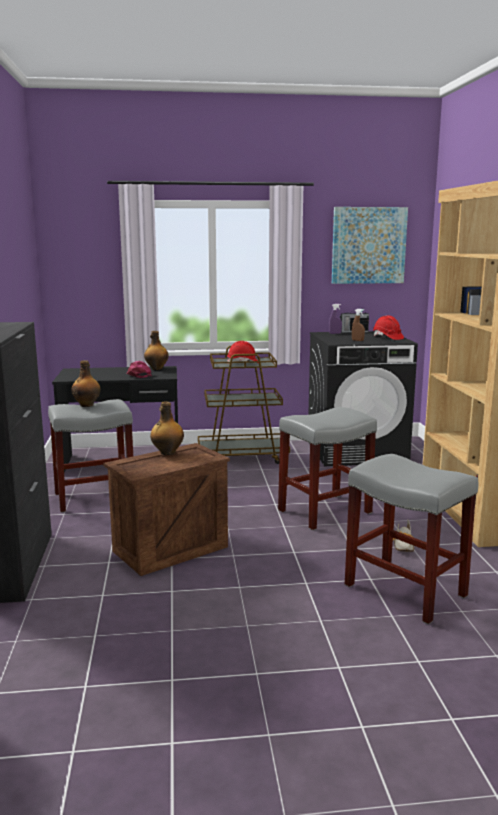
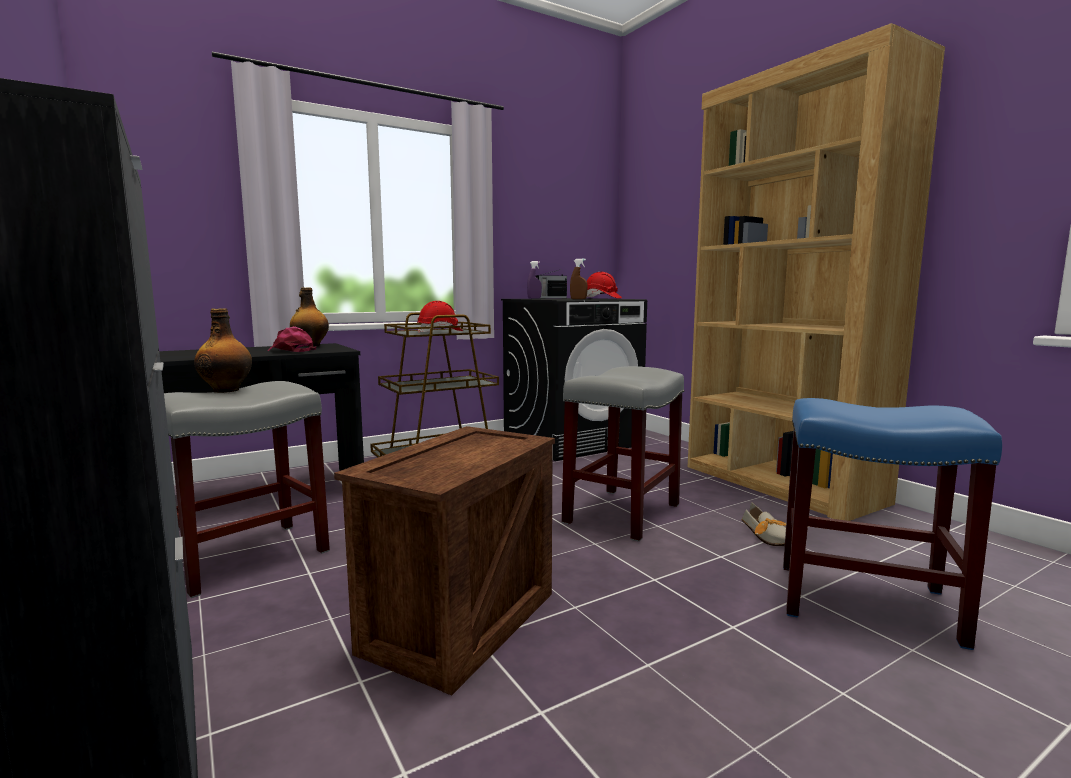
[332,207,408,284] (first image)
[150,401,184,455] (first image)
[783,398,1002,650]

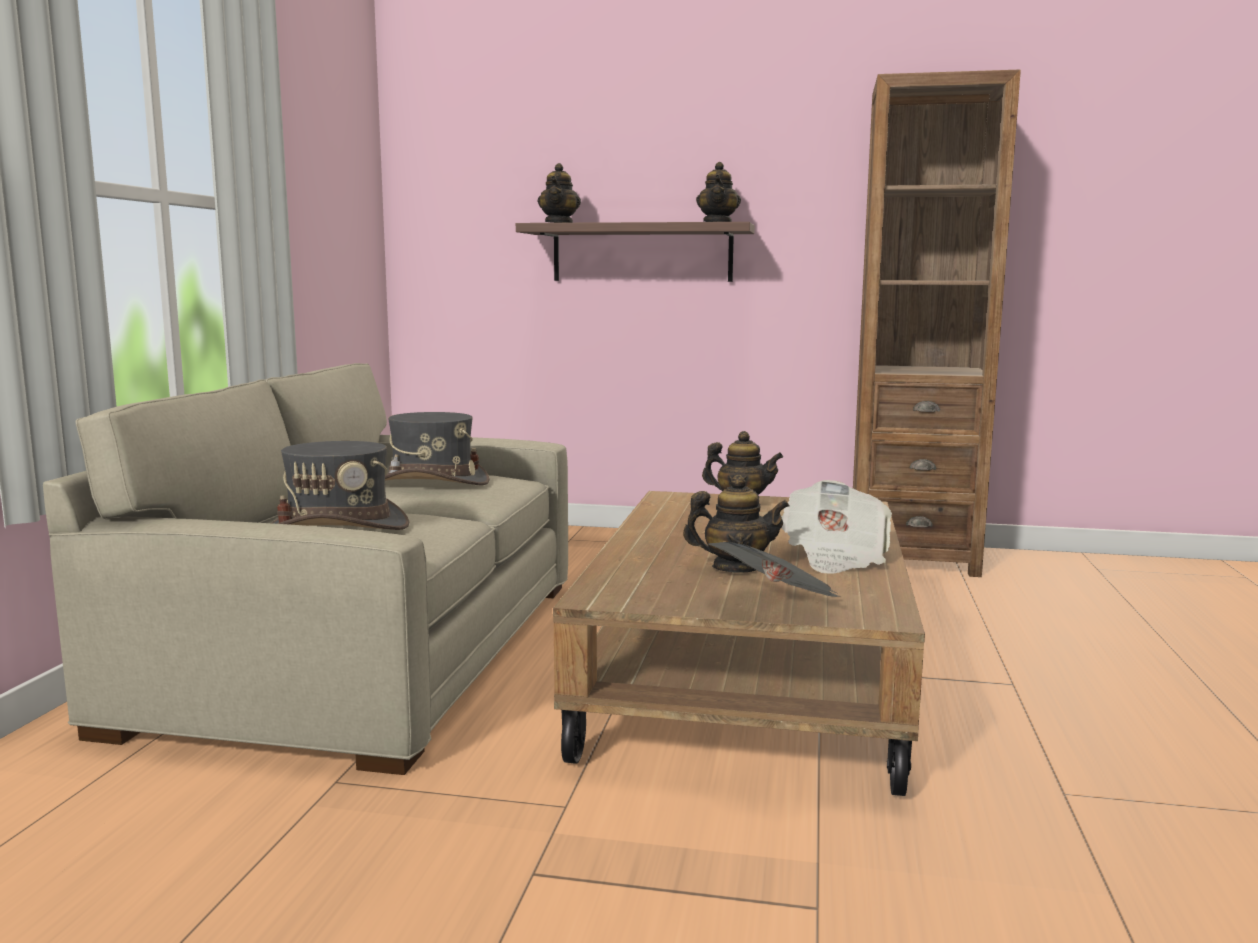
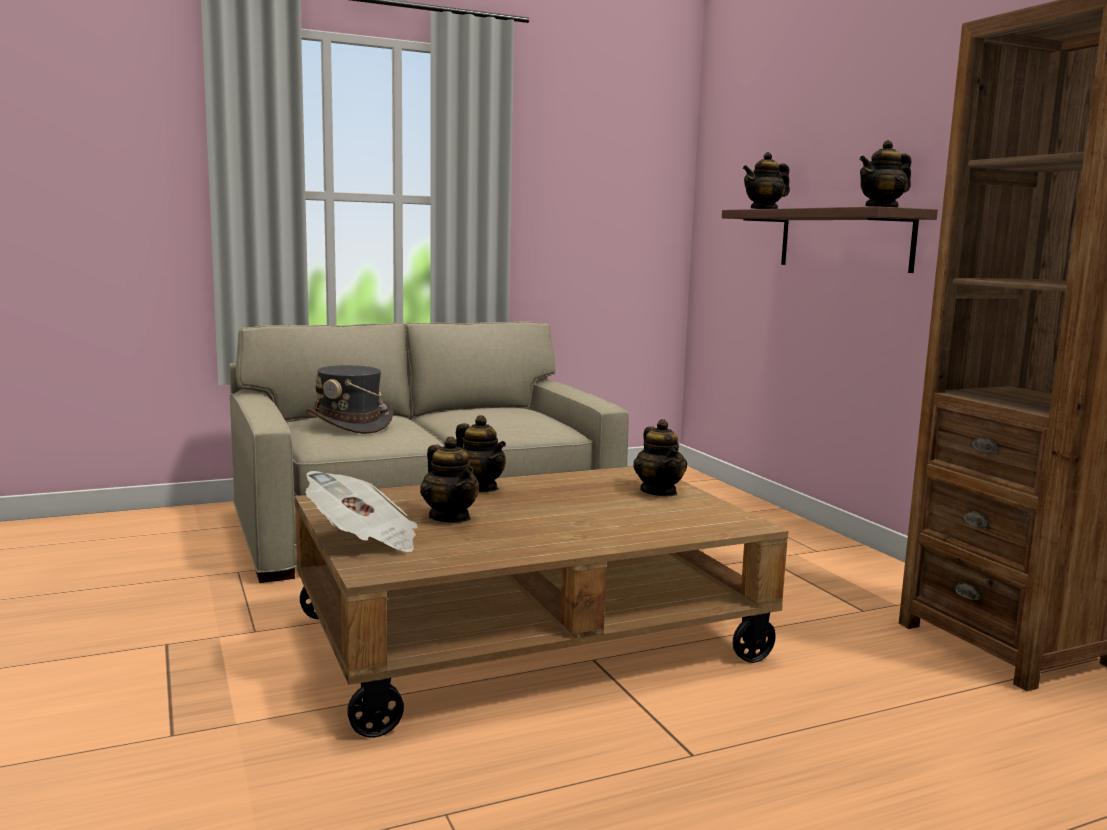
[385,412,490,485] (first image)
[781,480,892,574] (first image)
[456,415,506,492]

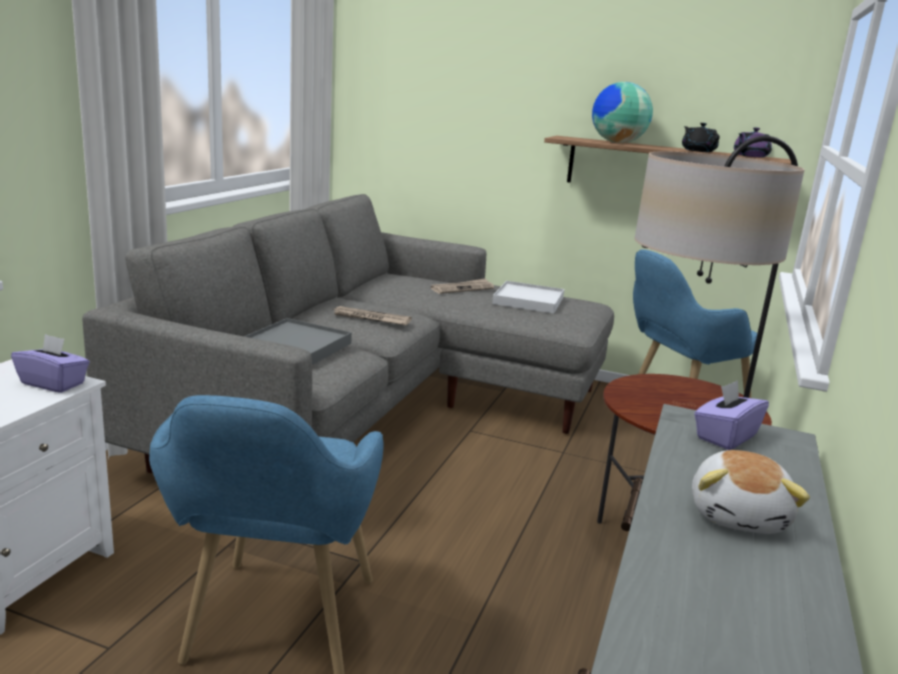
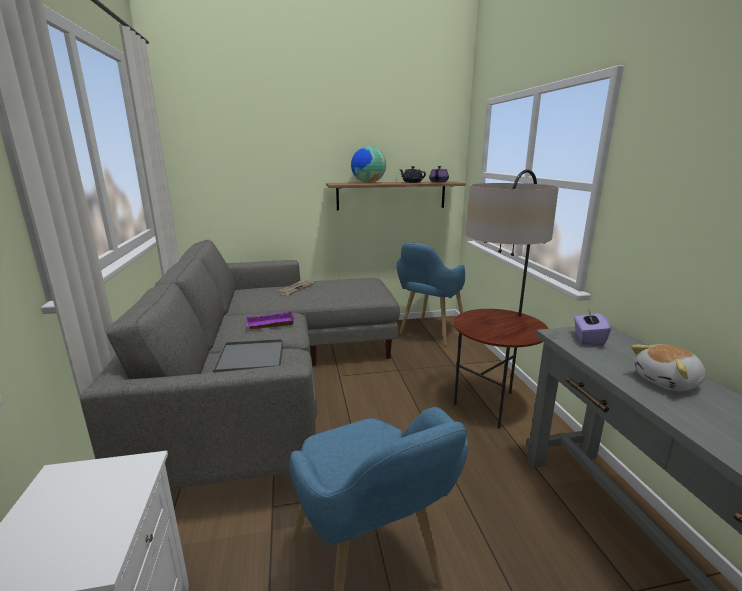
[492,281,564,314] (first image)
[246,311,296,329]
[11,334,90,393] (first image)
[631,344,706,391]

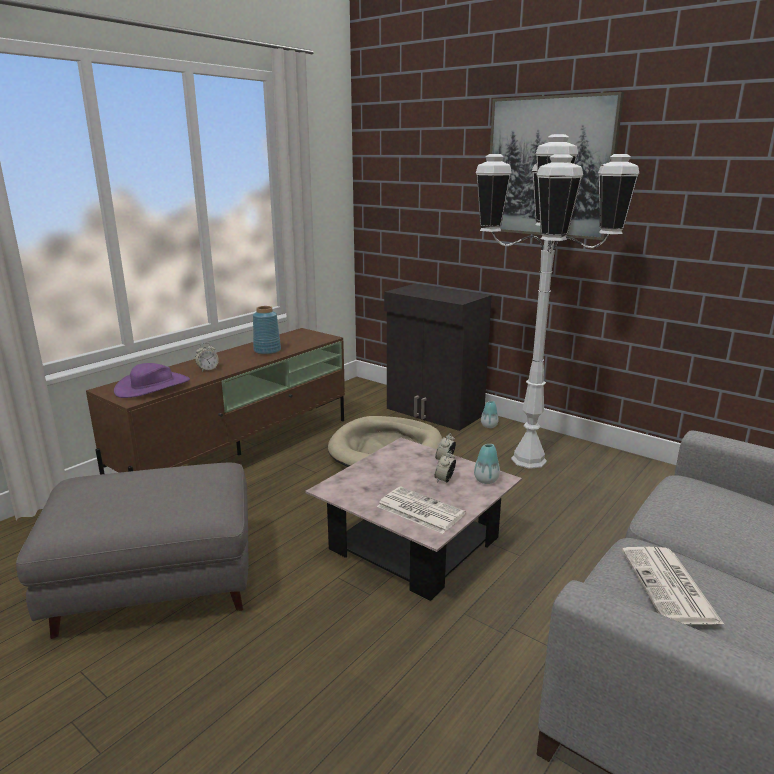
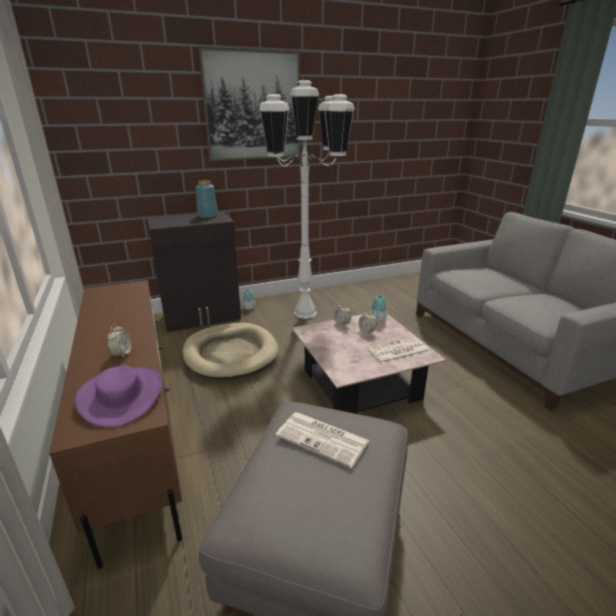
[196,180,218,218]
[276,412,370,468]

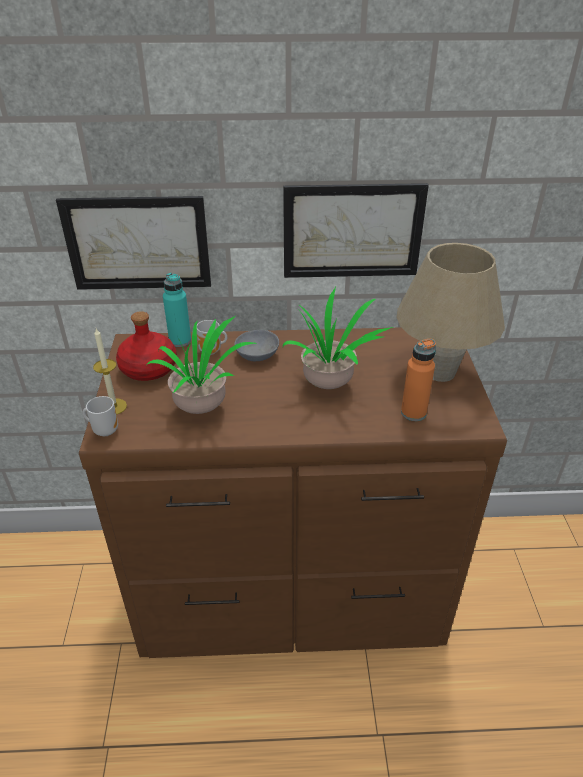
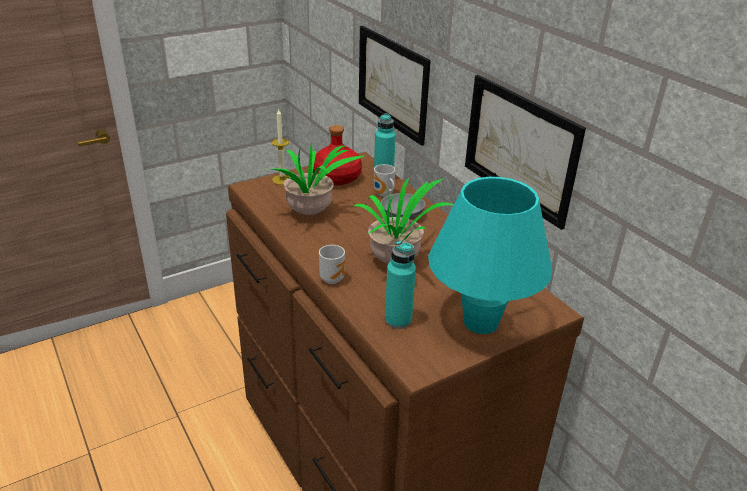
[428,177,552,334]
[385,240,416,329]
[319,245,345,284]

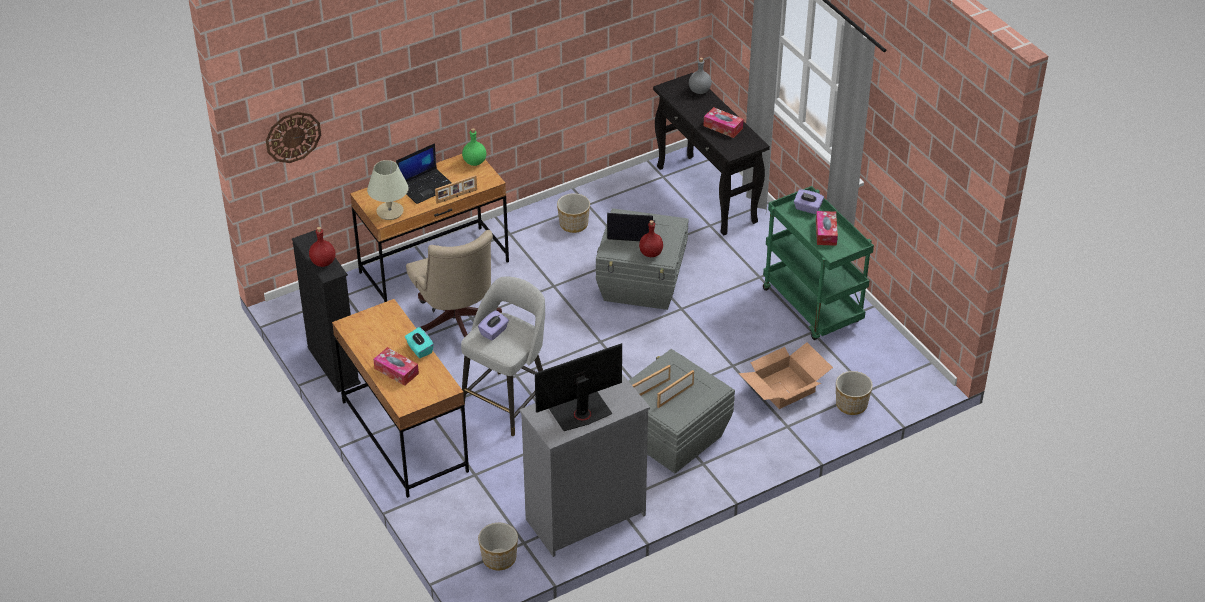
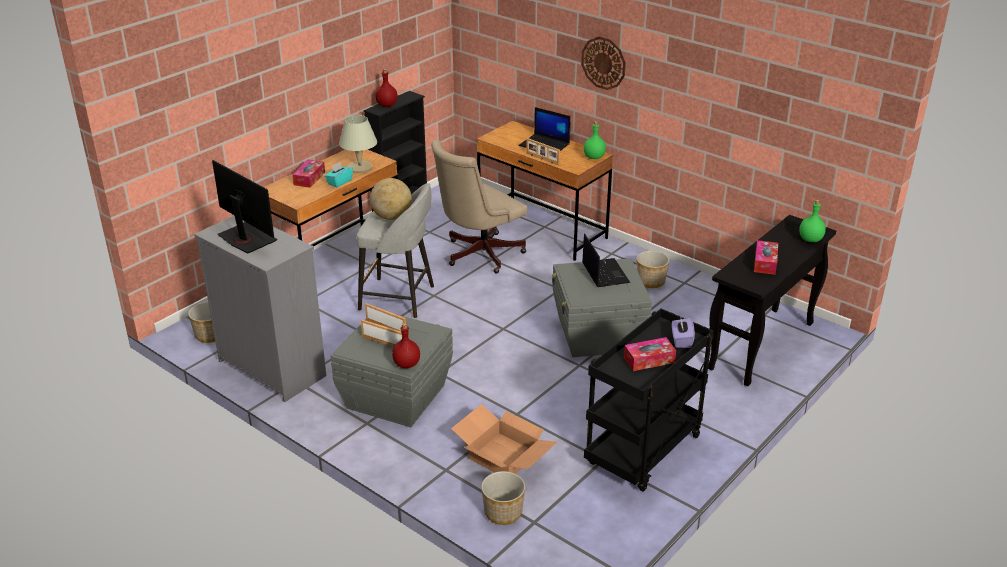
[799,200,826,242]
[581,37,626,90]
[339,115,377,173]
[584,309,714,492]
[392,323,420,368]
[370,178,412,220]

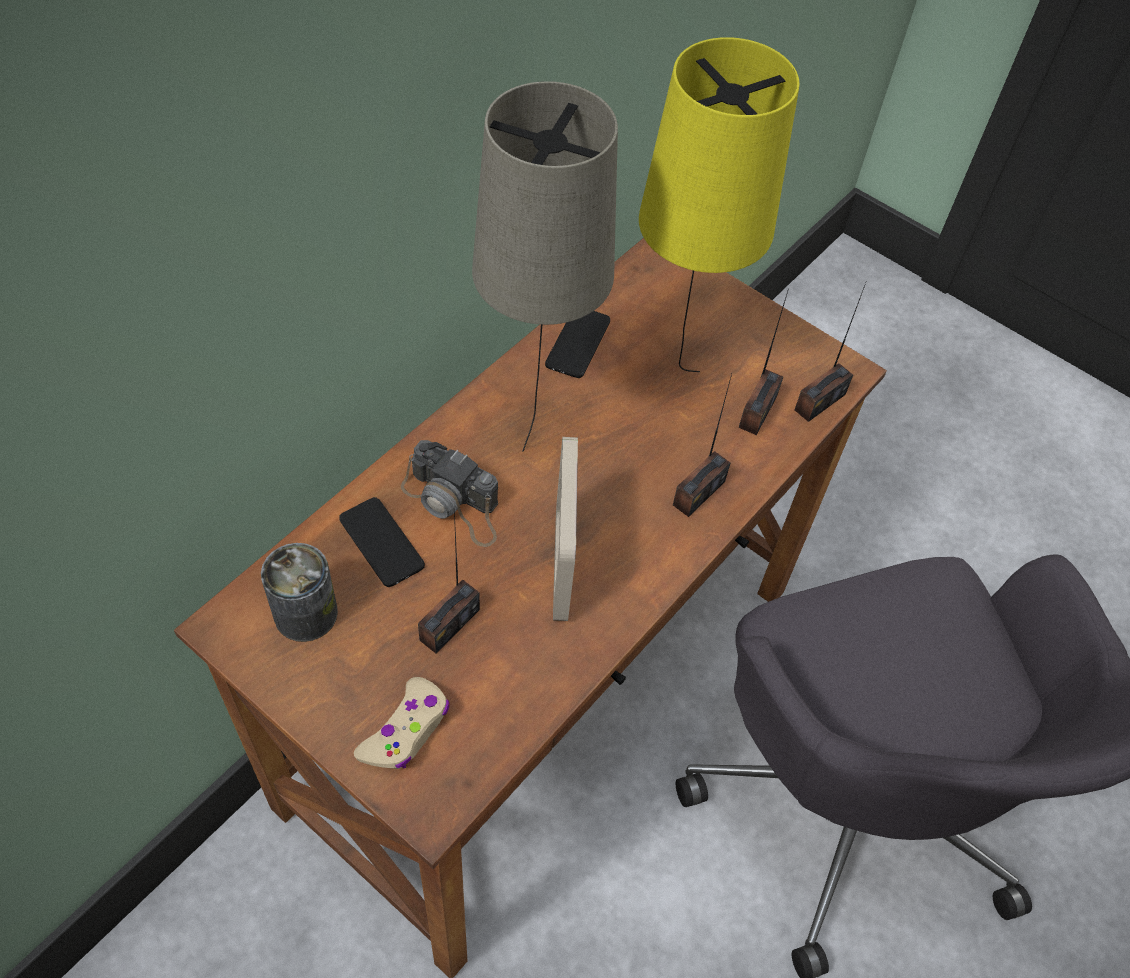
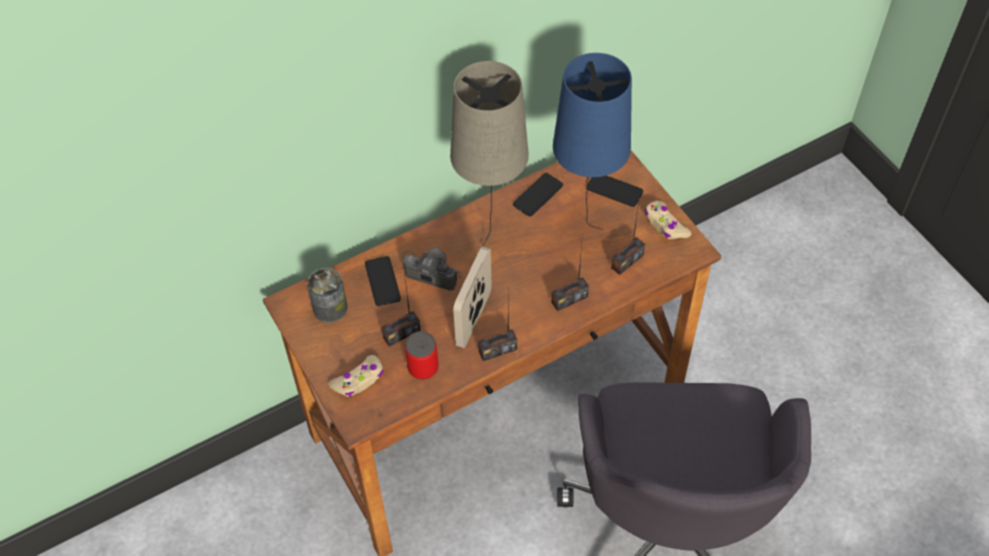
[553,53,632,230]
[478,303,517,361]
[402,248,463,291]
[586,176,643,207]
[645,201,692,239]
[405,331,439,380]

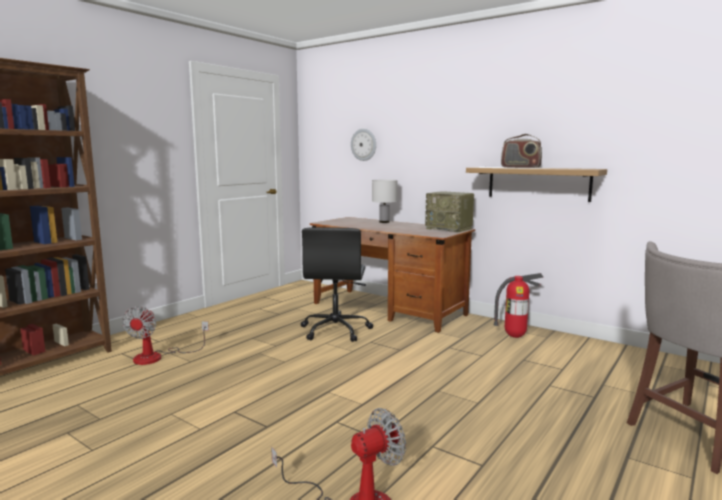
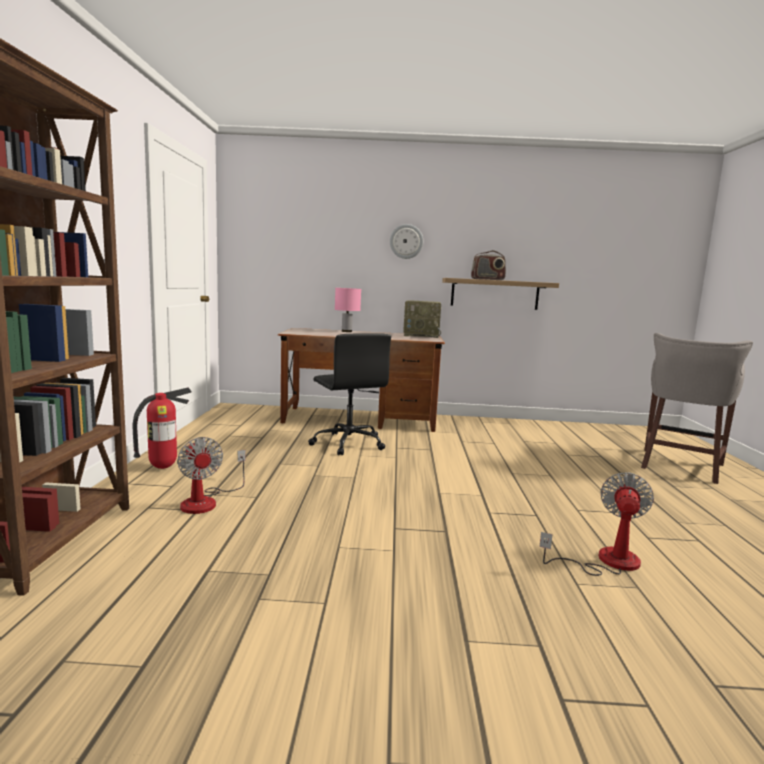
[390,224,423,259]
[335,288,361,332]
[133,387,192,469]

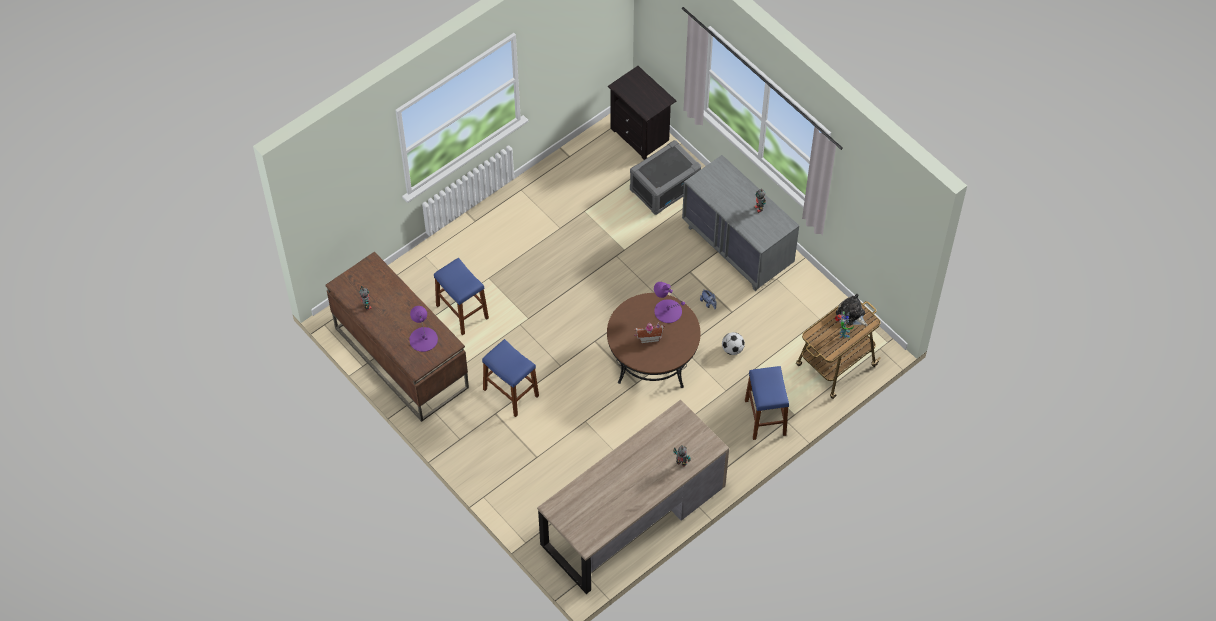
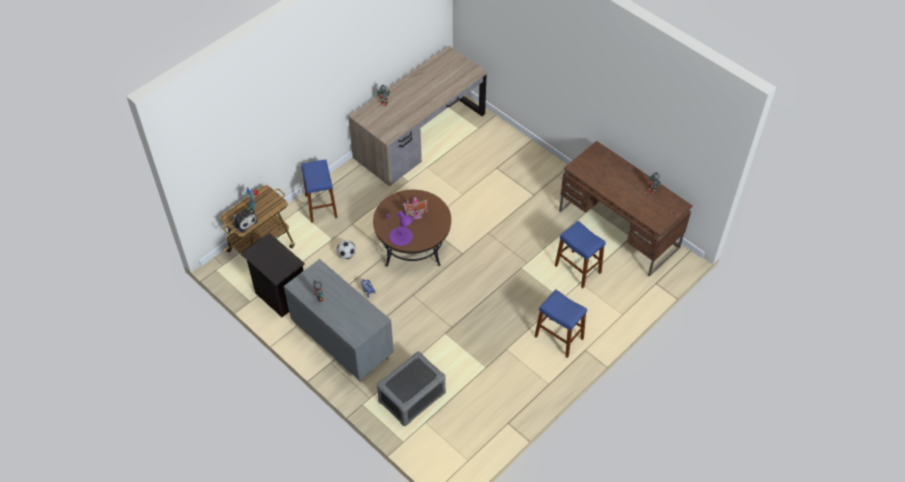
[241,233,305,317]
[409,306,438,352] (first image)
[534,289,587,358]

